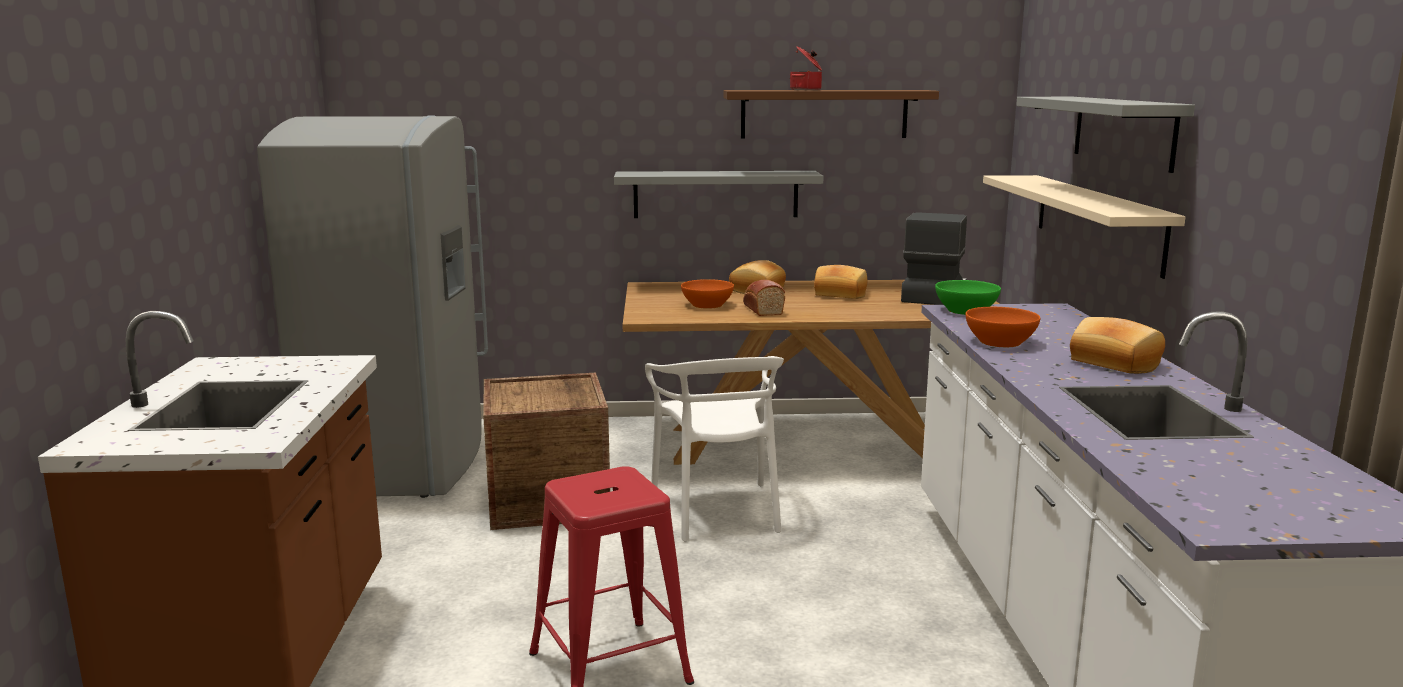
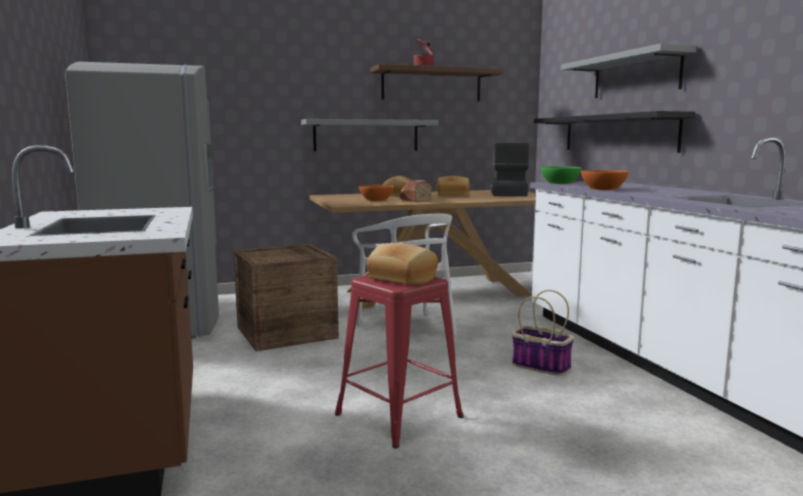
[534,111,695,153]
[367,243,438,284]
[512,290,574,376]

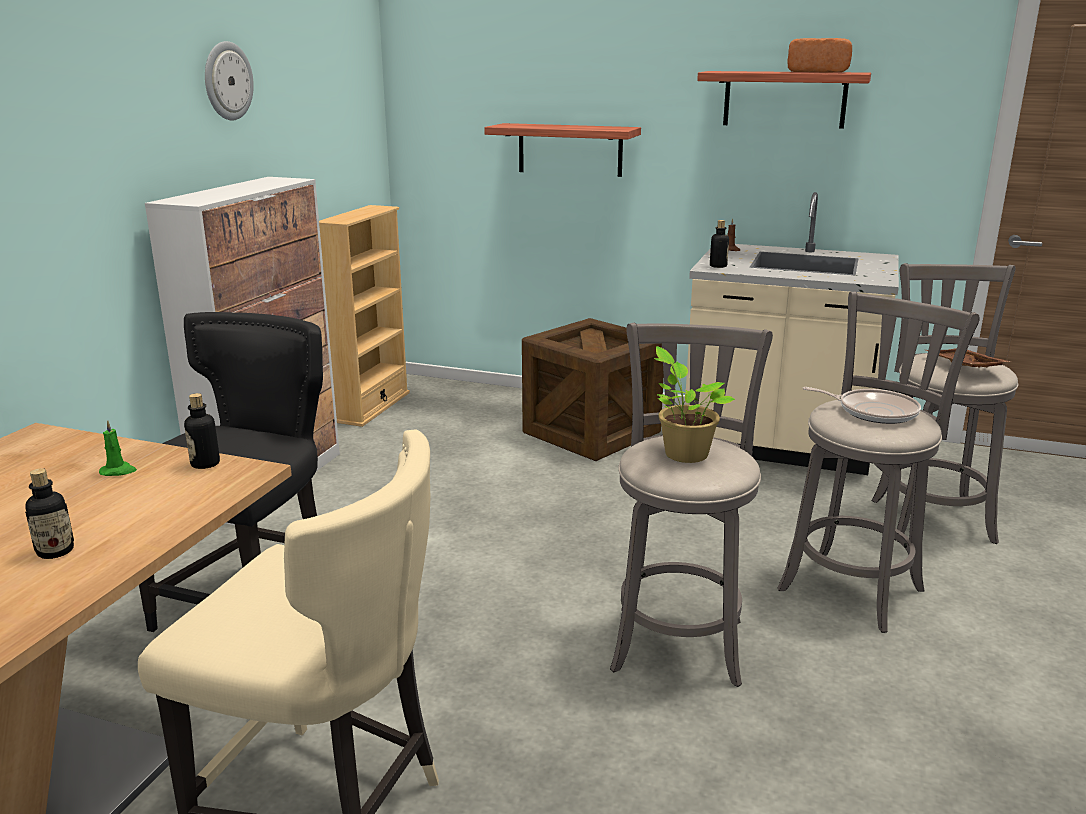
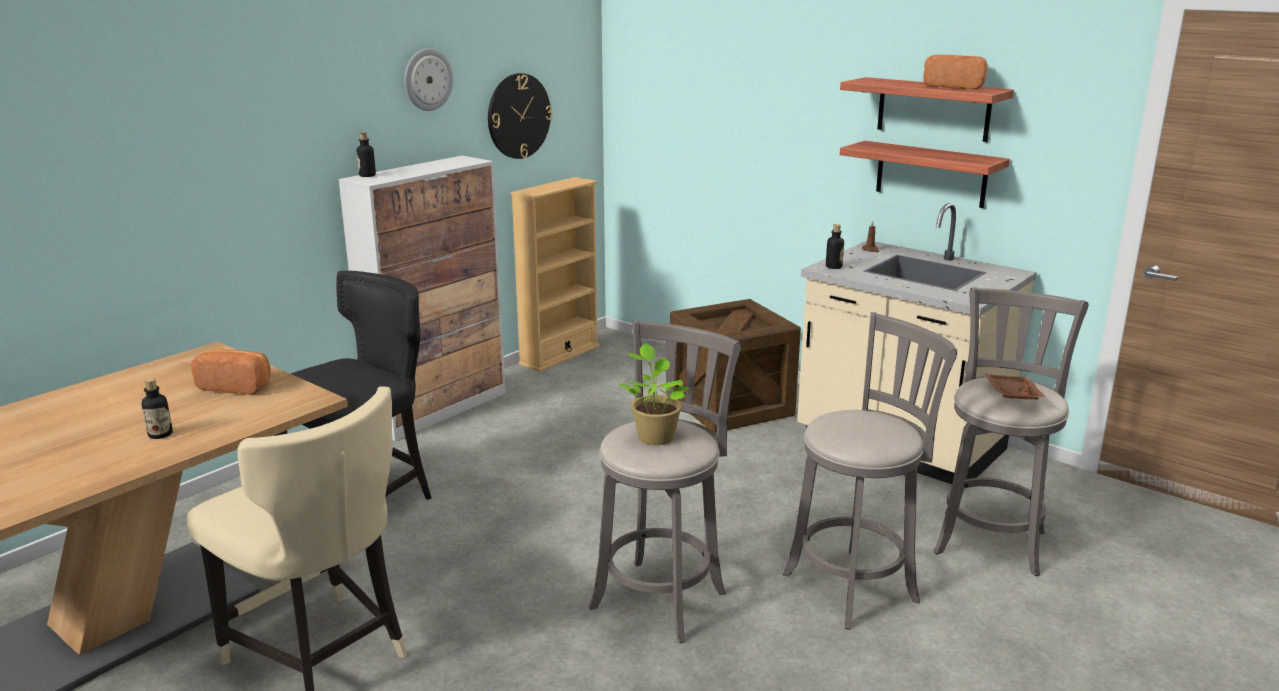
[840,141,1010,208]
[803,387,921,424] (first image)
[357,132,376,177]
[191,349,271,395]
[488,73,552,159]

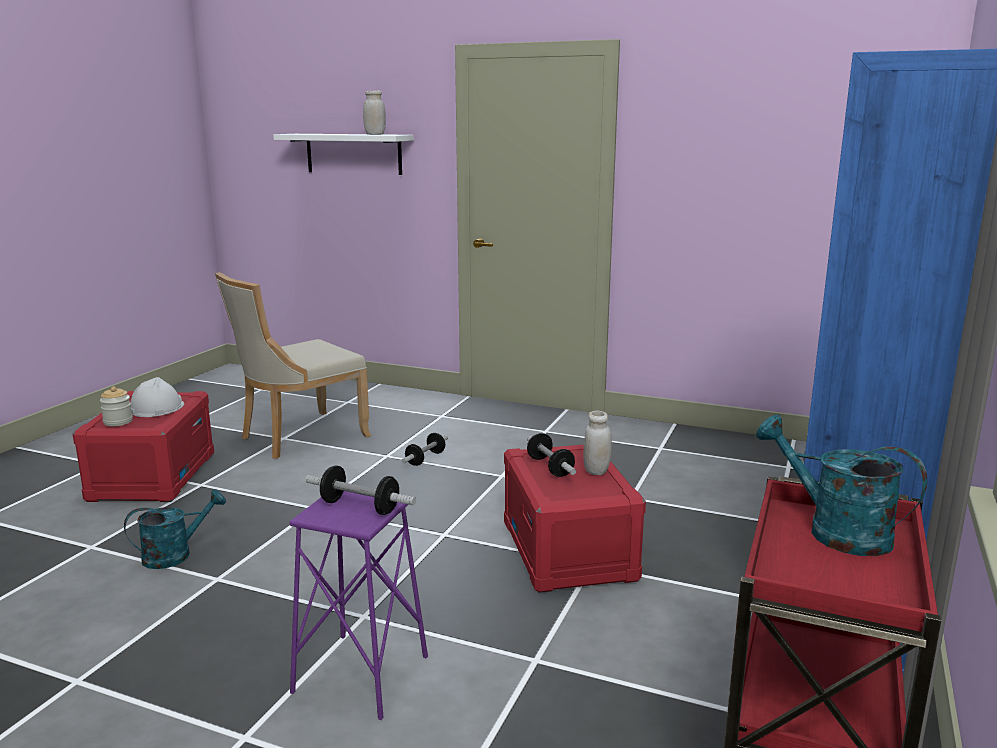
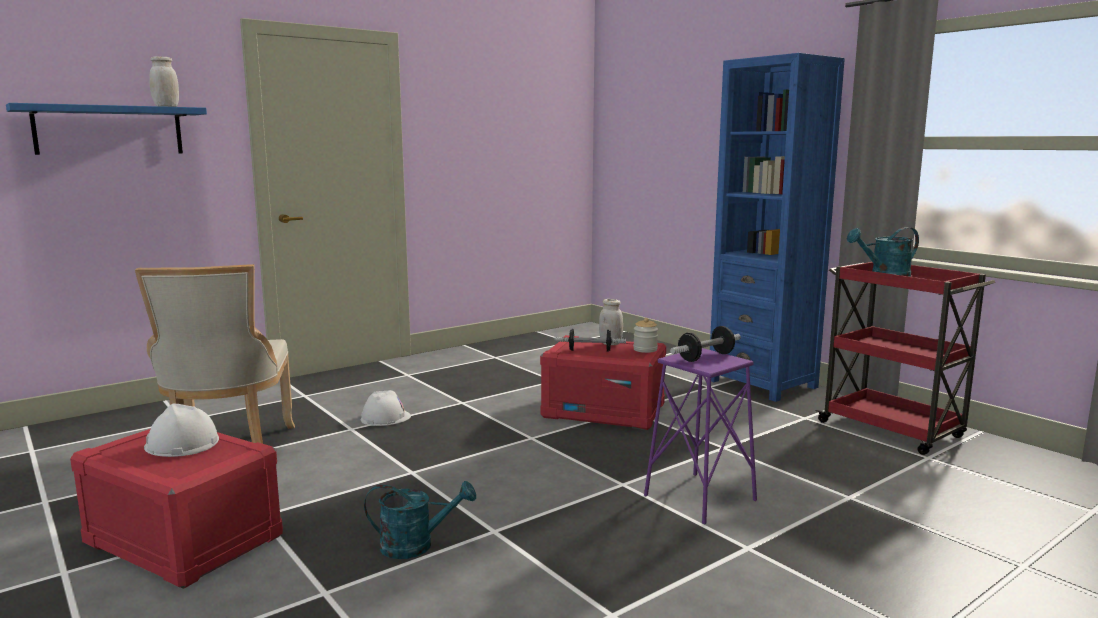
[6,103,207,155]
[633,318,658,353]
[361,390,411,426]
[364,481,476,559]

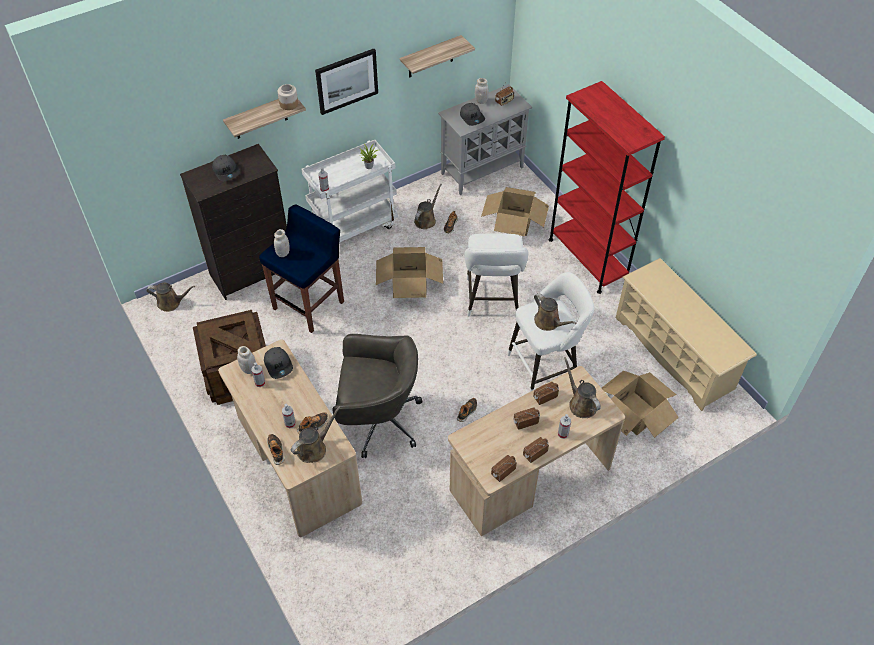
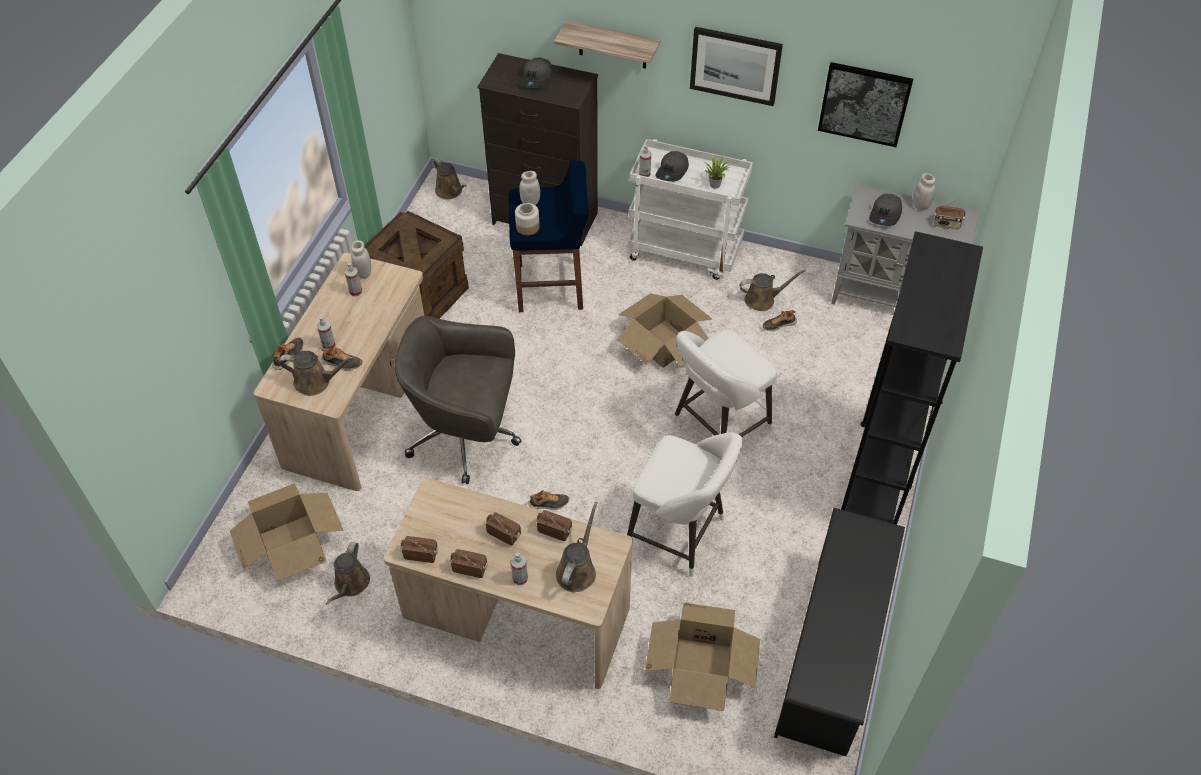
[818,62,913,147]
[841,231,983,525]
[515,203,540,235]
[230,483,344,581]
[774,508,905,756]
[326,542,370,605]
[395,316,521,484]
[656,151,689,182]

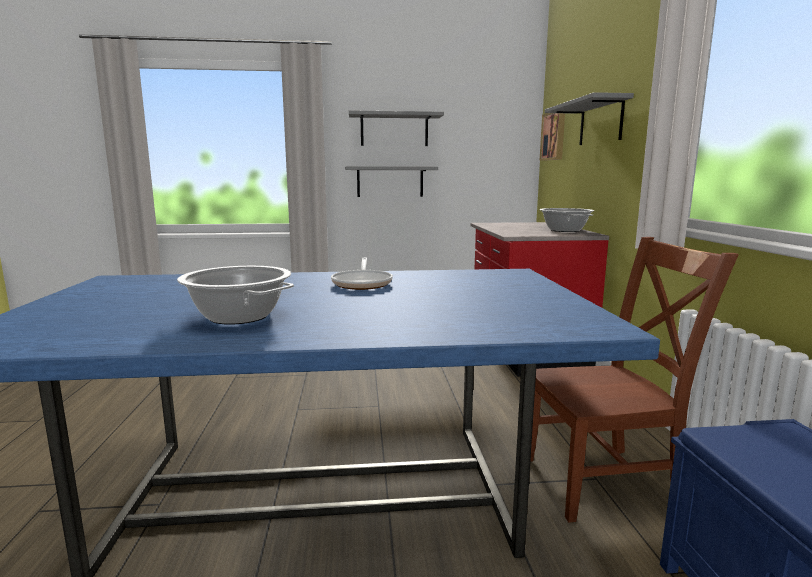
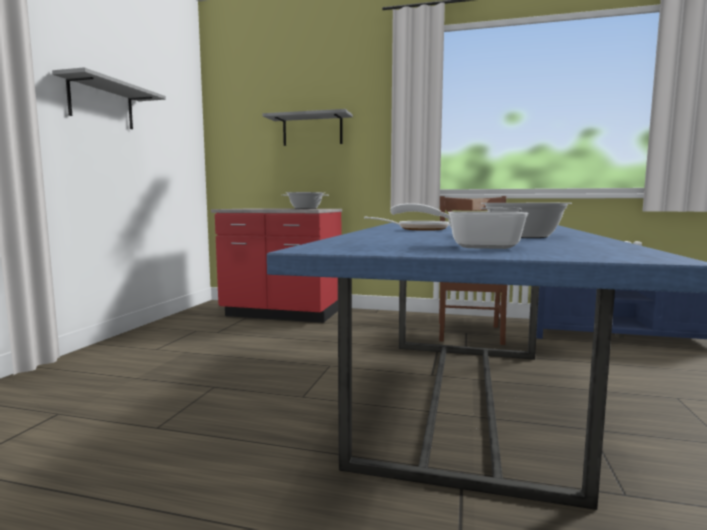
[539,113,565,161] (first image)
[345,166,438,197] (first image)
[390,203,529,249]

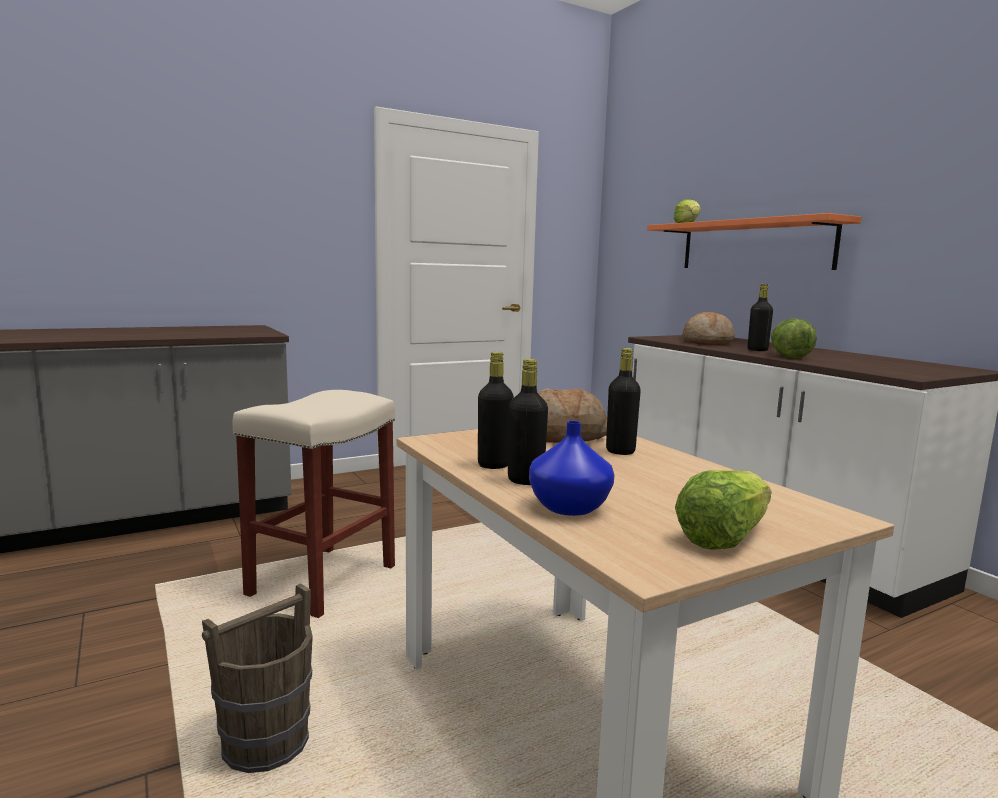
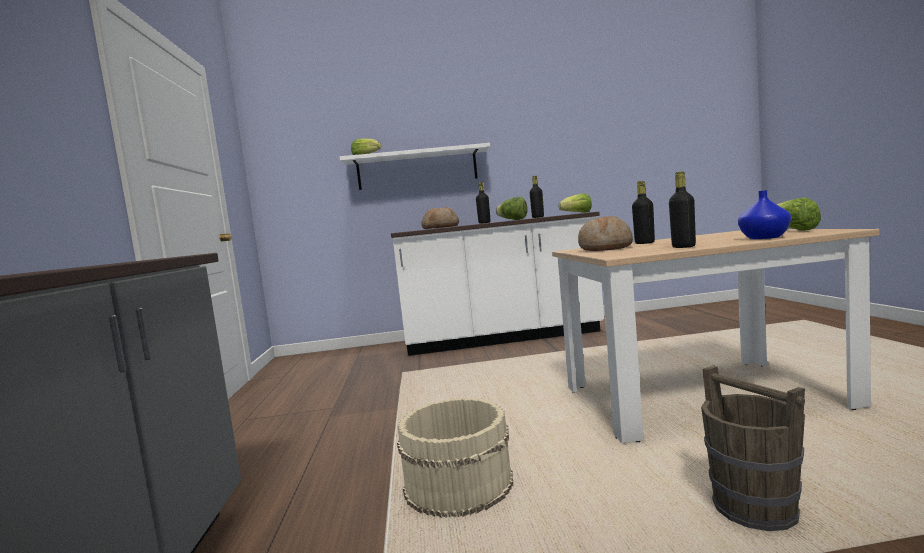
[340,143,490,190]
[530,176,544,218]
[397,397,513,518]
[558,193,592,213]

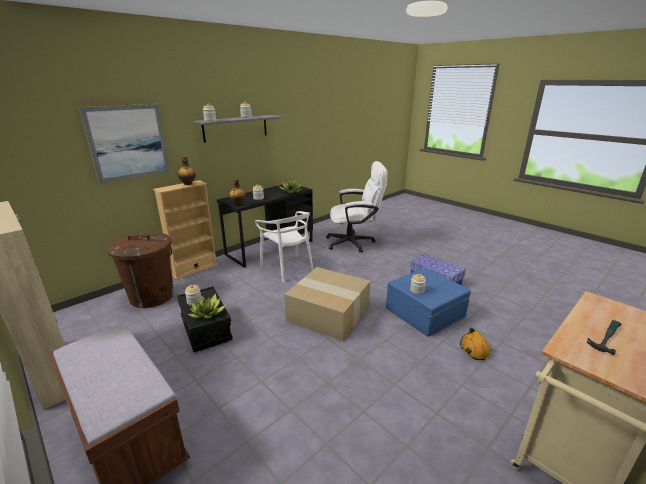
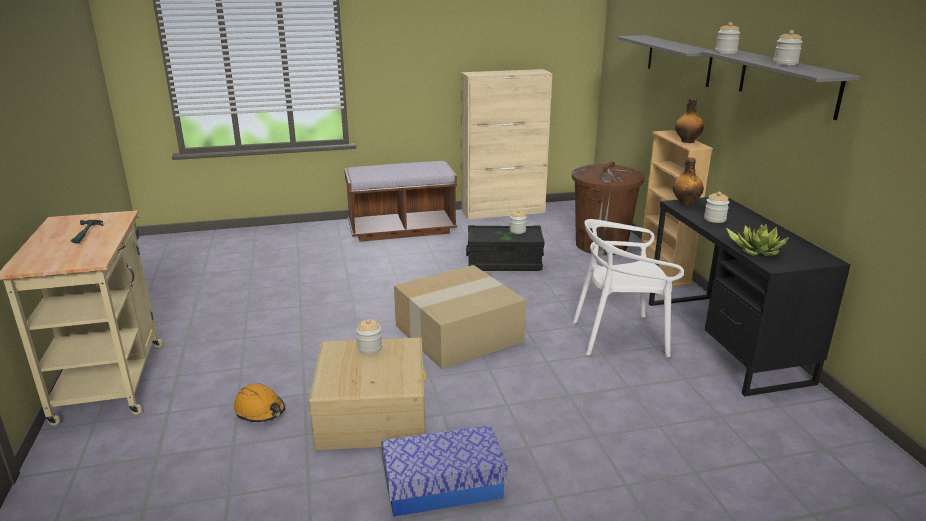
[617,35,714,87]
[326,161,388,253] (first image)
[309,338,426,450]
[188,294,226,319] (first image)

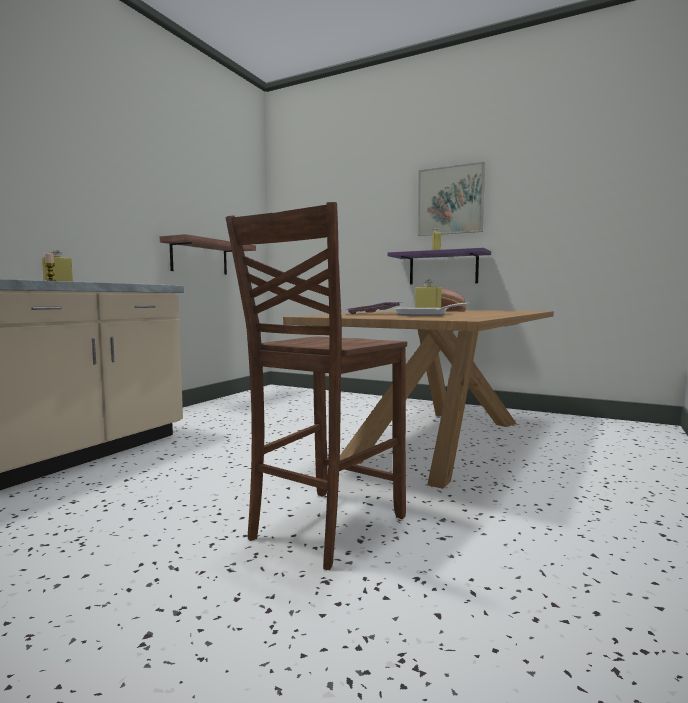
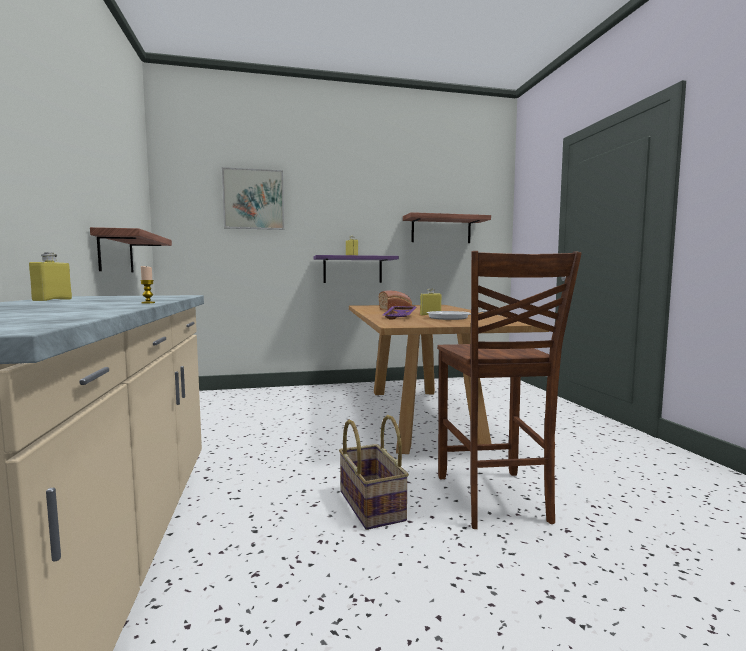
[222,167,284,230]
[403,212,491,243]
[339,415,409,530]

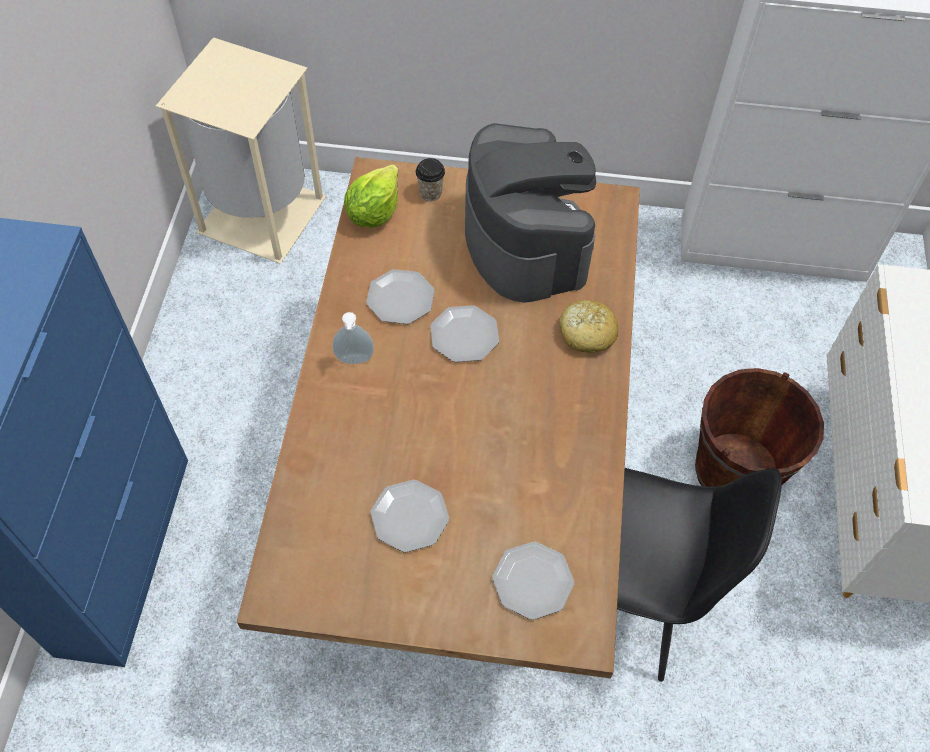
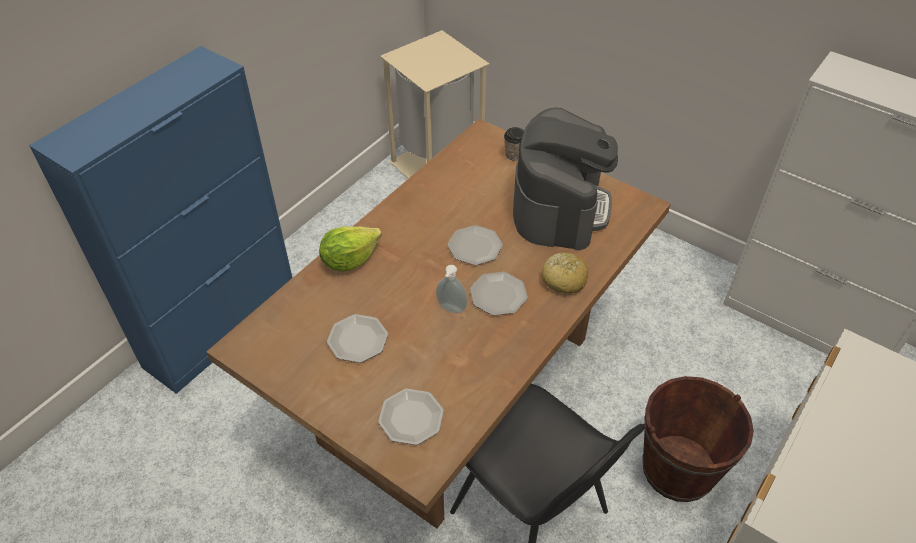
[319,226,382,272]
[470,272,528,316]
[436,265,467,313]

